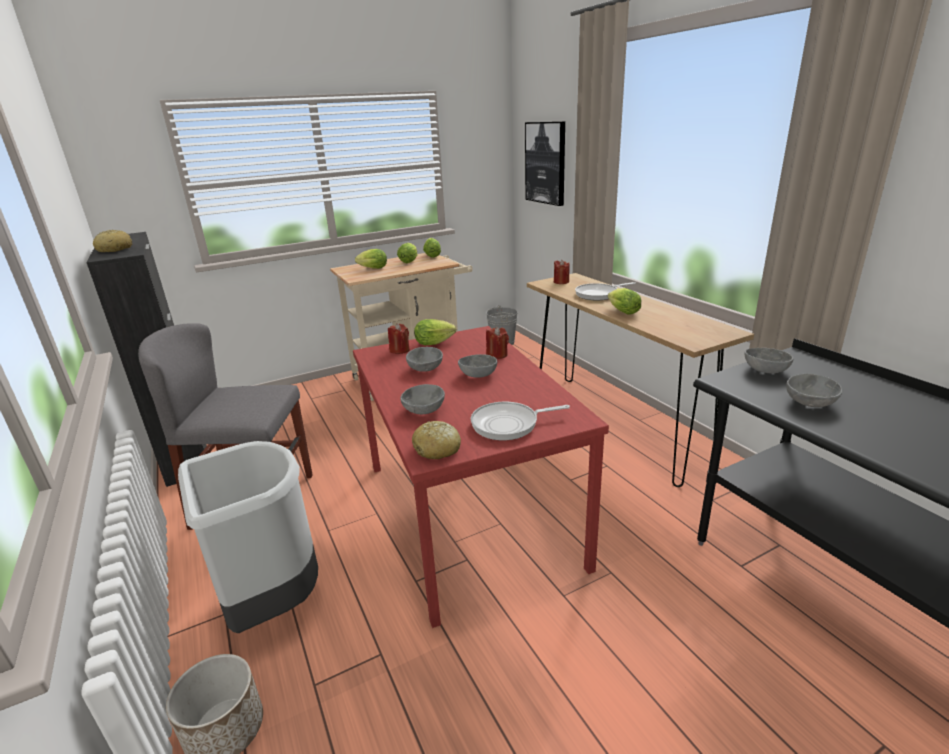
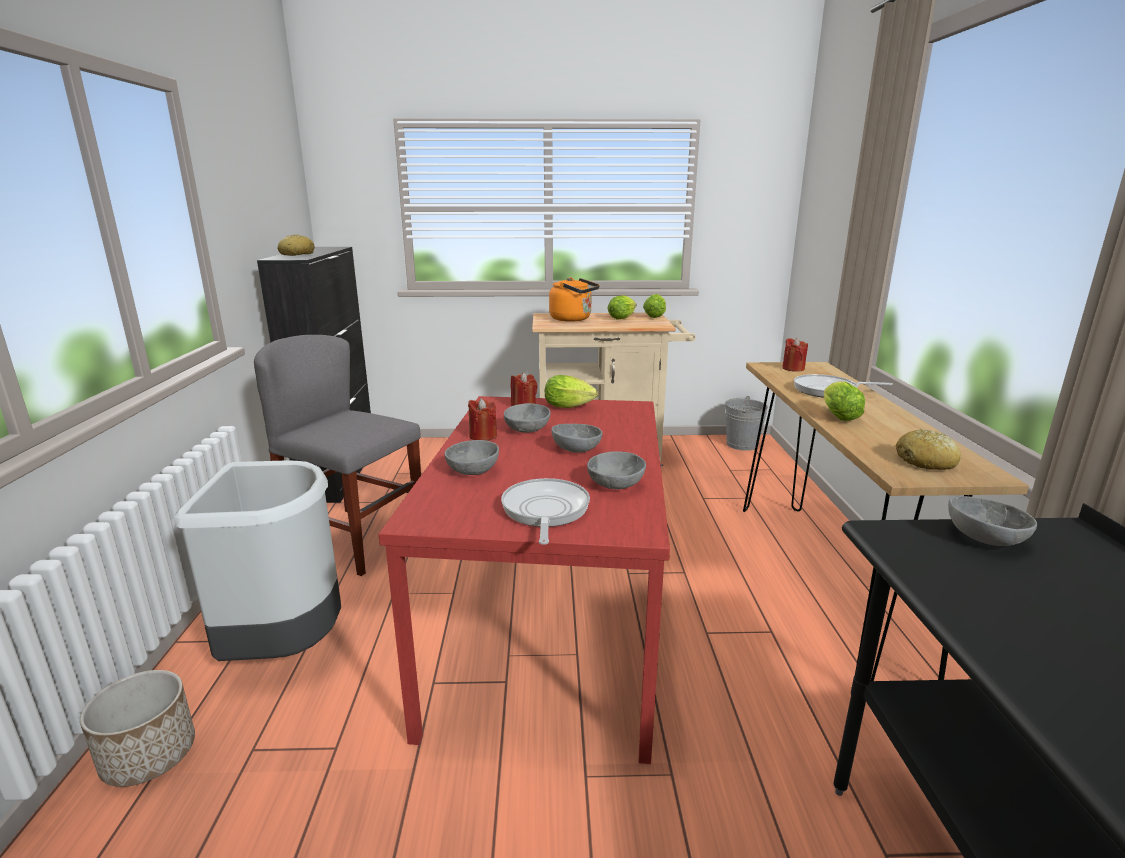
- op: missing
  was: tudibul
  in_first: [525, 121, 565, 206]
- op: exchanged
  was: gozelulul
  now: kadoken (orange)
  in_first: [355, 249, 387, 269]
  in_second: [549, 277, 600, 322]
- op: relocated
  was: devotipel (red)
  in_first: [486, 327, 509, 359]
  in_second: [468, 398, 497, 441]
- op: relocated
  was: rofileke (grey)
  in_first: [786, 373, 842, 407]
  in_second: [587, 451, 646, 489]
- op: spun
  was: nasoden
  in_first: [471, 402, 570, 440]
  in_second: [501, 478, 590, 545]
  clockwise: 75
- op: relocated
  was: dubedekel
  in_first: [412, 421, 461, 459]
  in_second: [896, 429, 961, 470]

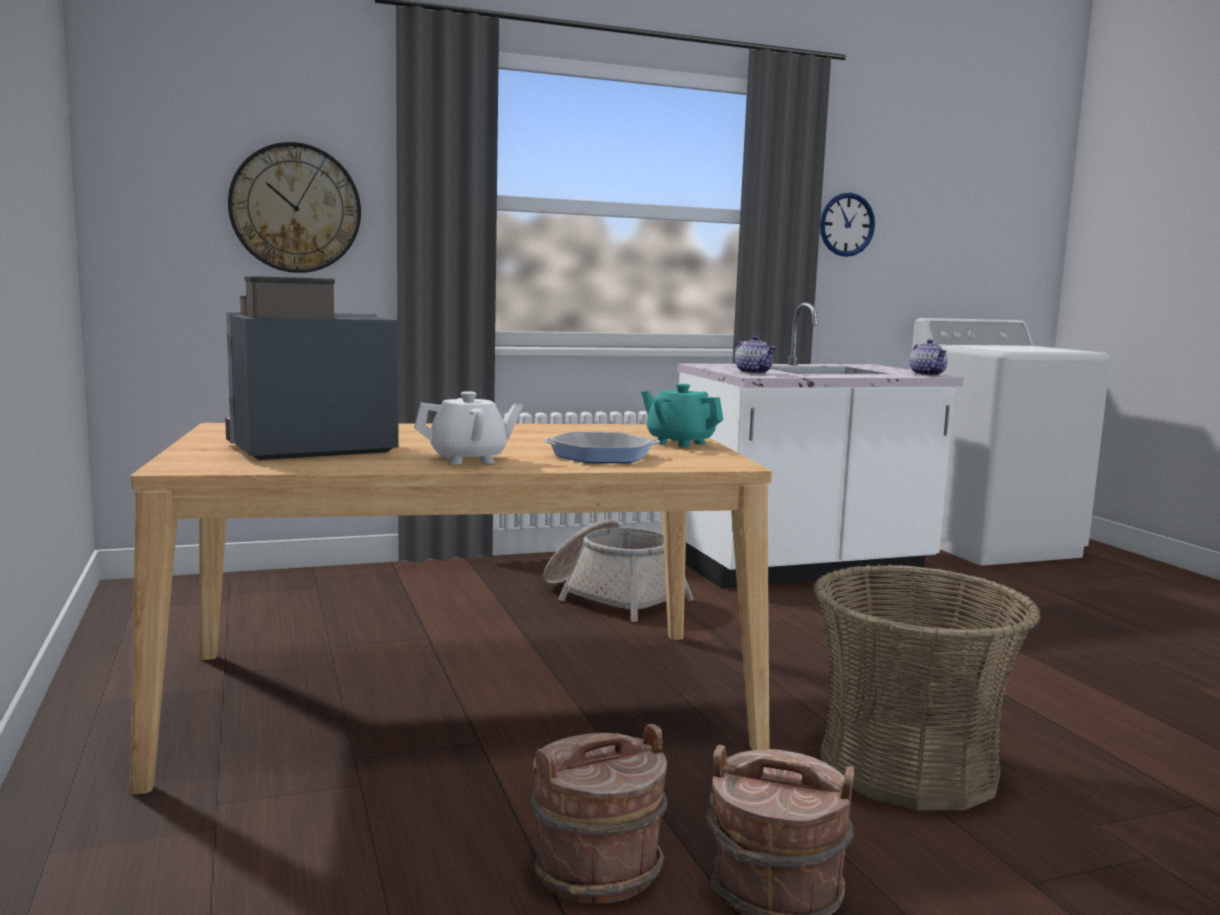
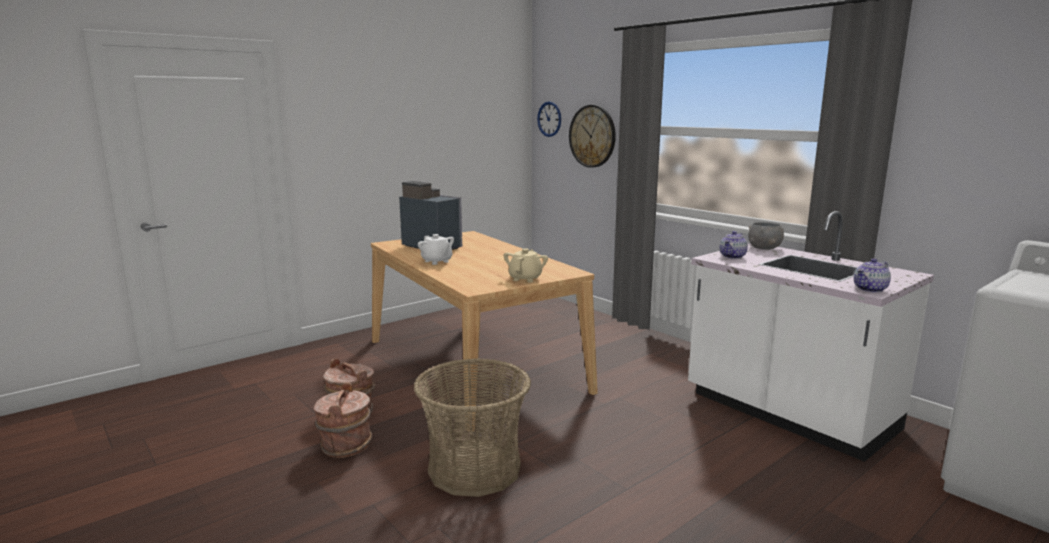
- op: relocated
  was: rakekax
  in_first: [820, 192, 875, 257]
  in_second: [537, 102, 561, 137]
- op: colour
  was: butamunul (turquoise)
  now: butamunul (beige)
  in_first: [641, 384, 723, 448]
  in_second: [504, 248, 548, 282]
- op: missing
  was: nasoden
  in_first: [543, 432, 660, 463]
- op: missing
  was: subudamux
  in_first: [543, 519, 694, 622]
- op: appeared
  now: rofileke (grey)
  in_second: [748, 222, 784, 250]

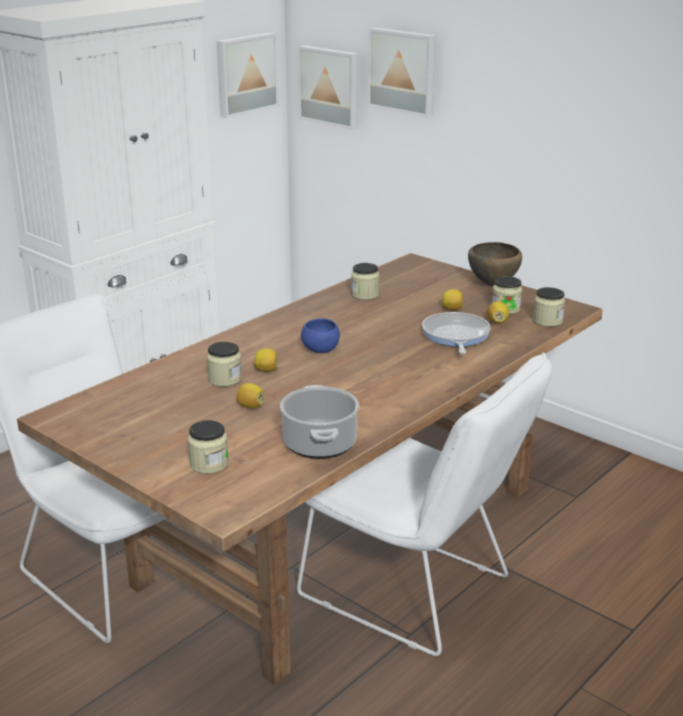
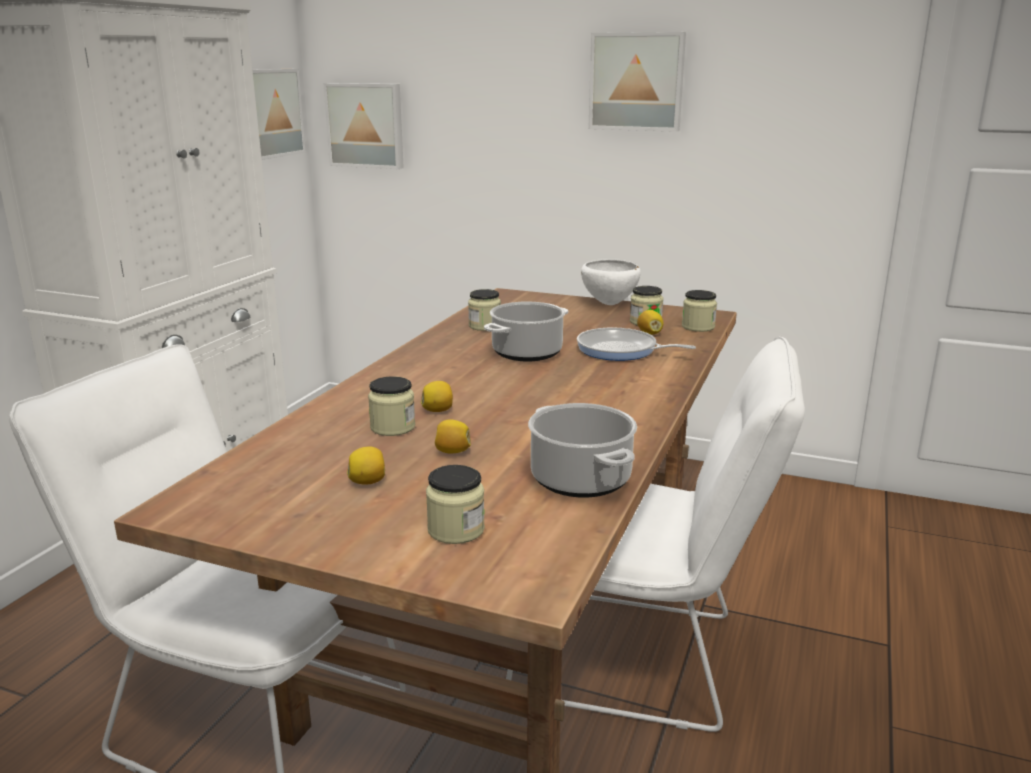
- op: relocated
  was: tudibul
  in_first: [368, 27, 437, 118]
  in_second: [588, 32, 686, 132]
- op: colour
  was: rofileke (brown)
  now: rofileke (white)
  in_first: [468, 242, 522, 286]
  in_second: [581, 259, 641, 305]
- op: relocated
  was: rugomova
  in_first: [441, 289, 463, 310]
  in_second: [347, 446, 385, 484]
- op: spun
  was: nasoden
  in_first: [422, 312, 490, 354]
  in_second: [577, 328, 696, 361]
  clockwise: -45
- op: missing
  was: rofileke (blue)
  in_first: [301, 318, 340, 353]
- op: appeared
  now: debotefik
  in_second: [484, 302, 568, 362]

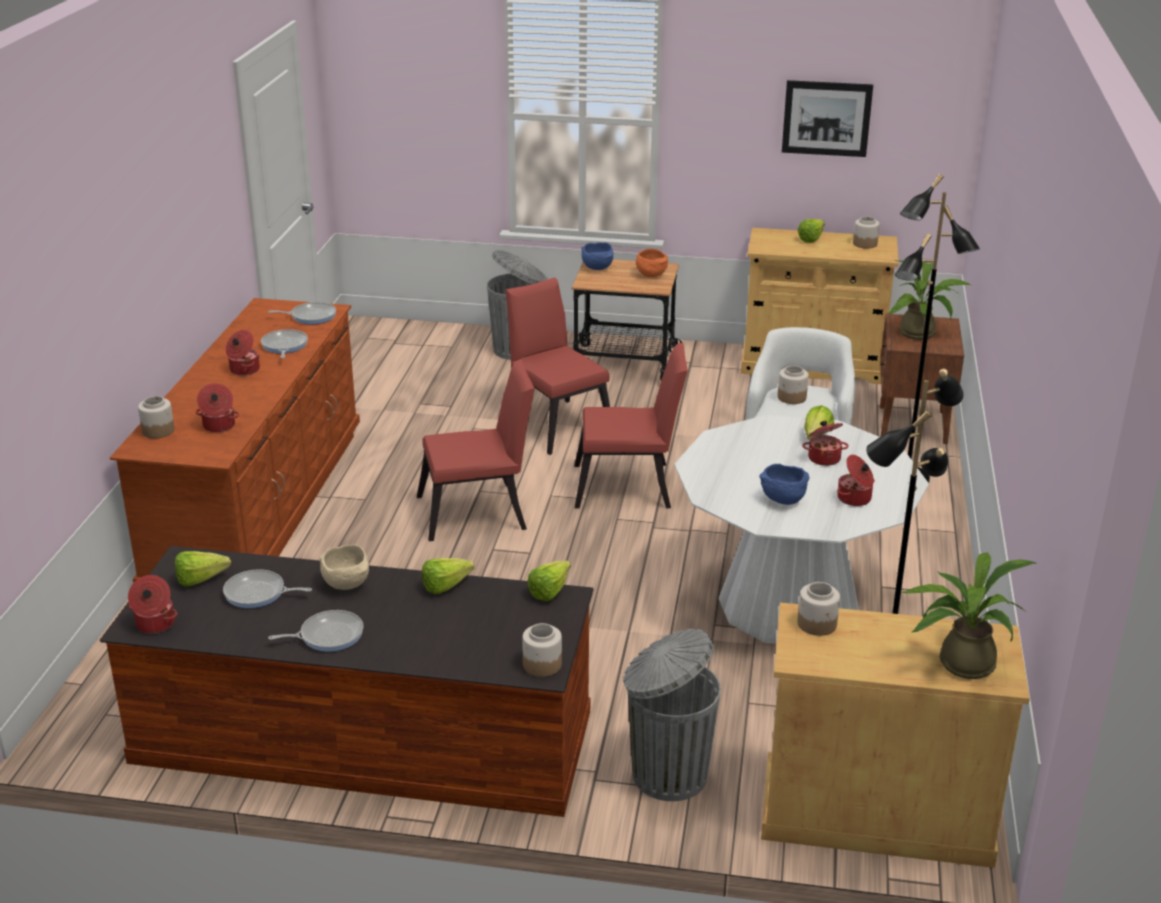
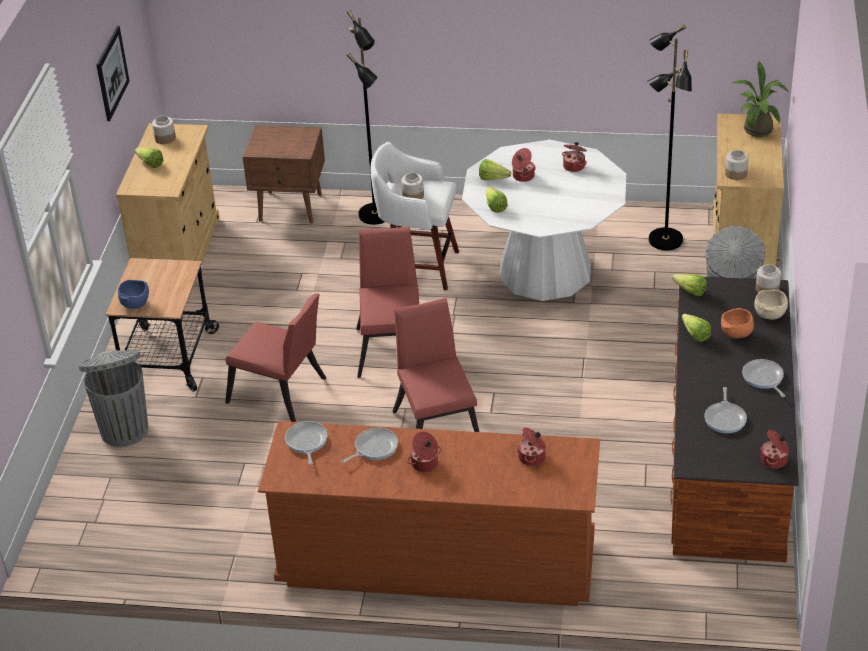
- op: relocated
  was: rofileke (orange)
  in_first: [636, 249, 668, 278]
  in_second: [721, 308, 754, 338]
- op: missing
  was: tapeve
  in_first: [888, 260, 971, 340]
- op: spun
  was: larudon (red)
  in_first: [506, 277, 610, 455]
  in_second: [225, 293, 326, 422]
  clockwise: -120
- op: spun
  was: nasoden
  in_first: [261, 329, 308, 358]
  in_second: [342, 428, 398, 463]
  clockwise: 150
- op: missing
  was: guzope
  in_first: [138, 396, 174, 438]
- op: missing
  was: rofileke (blue)
  in_first: [759, 464, 810, 505]
- op: relocated
  was: rofileke (beige)
  in_first: [320, 545, 369, 590]
  in_second: [754, 290, 788, 320]
- op: relocated
  was: gozelulul
  in_first: [175, 551, 231, 586]
  in_second: [486, 187, 508, 213]

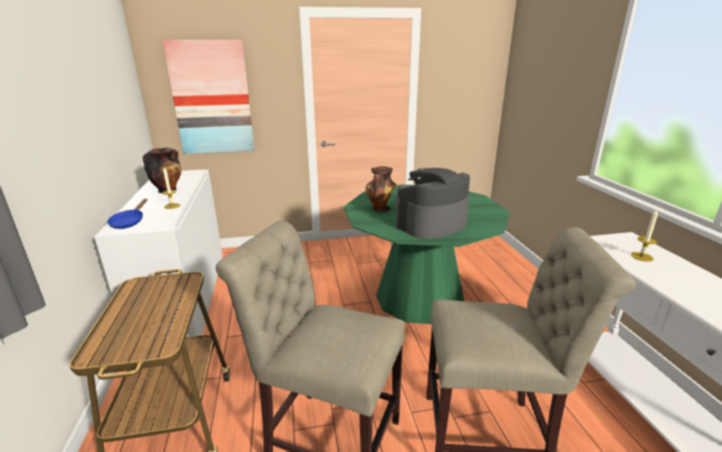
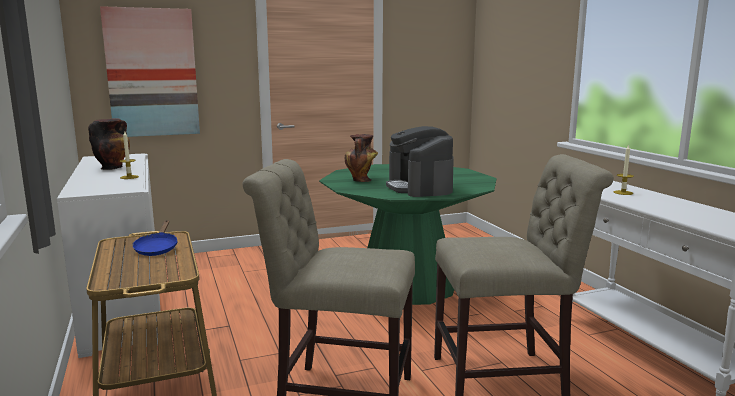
- op: spun
  was: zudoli
  in_first: [396, 168, 470, 239]
  in_second: [386, 126, 454, 197]
  clockwise: -60
- op: relocated
  was: nasoden (blue)
  in_first: [107, 199, 147, 229]
  in_second: [133, 220, 178, 256]

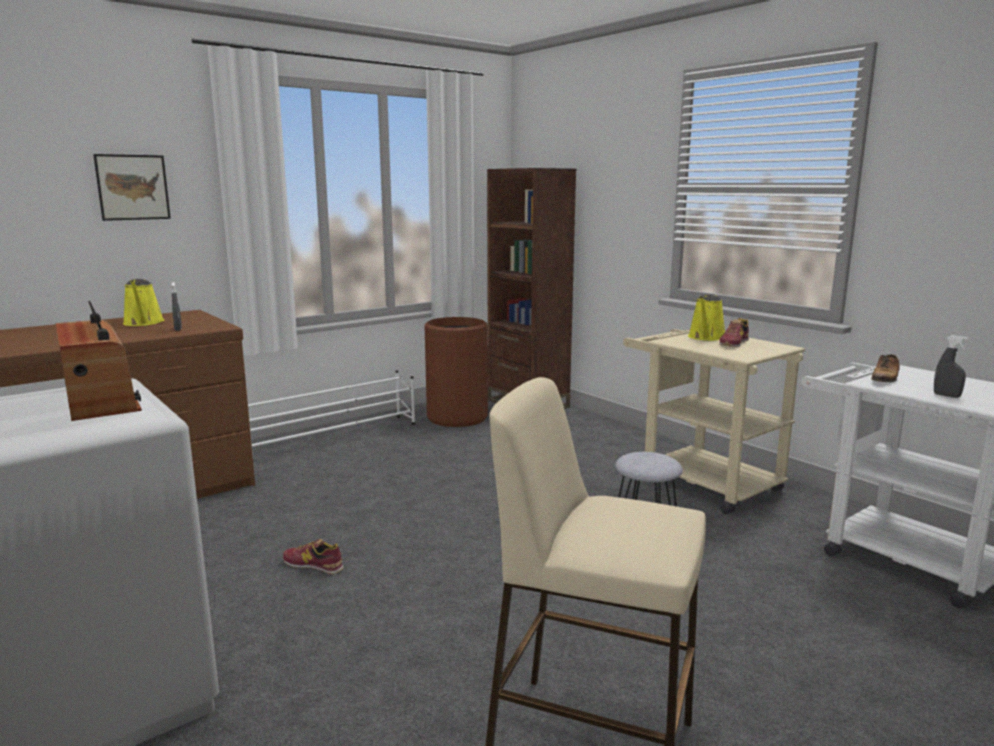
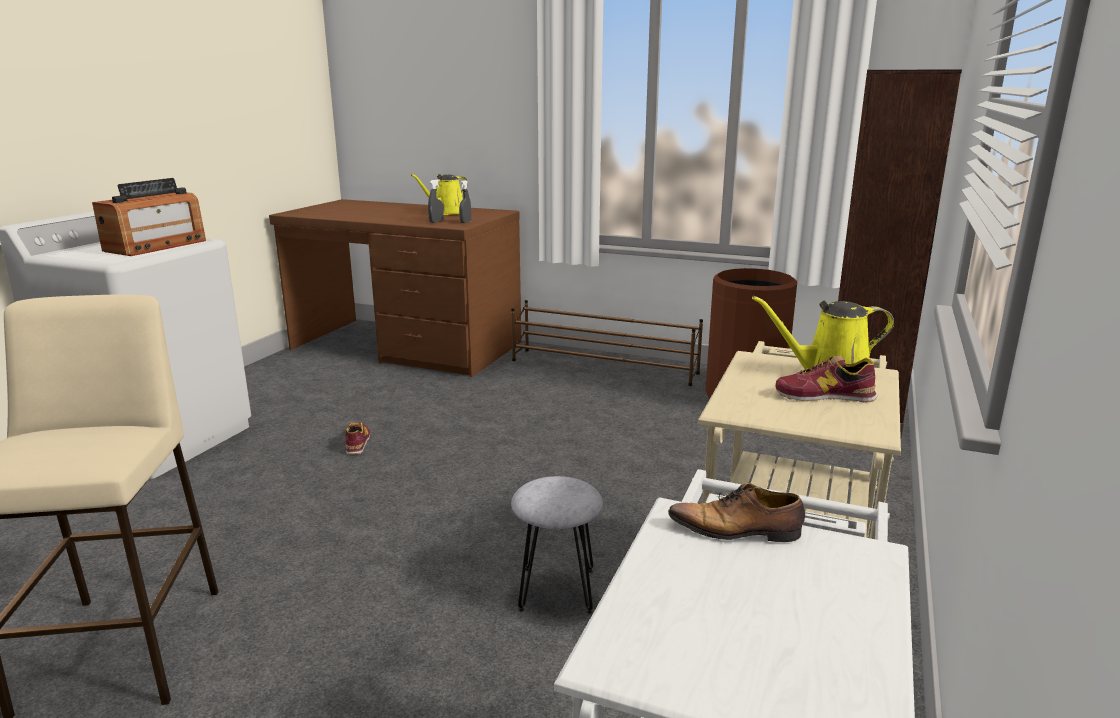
- op: missing
  was: tudibul
  in_first: [93, 154, 171, 221]
- op: relocated
  was: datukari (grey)
  in_first: [934, 335, 969, 398]
  in_second: [459, 180, 471, 223]
- op: colour
  was: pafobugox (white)
  now: pafobugox (brown)
  in_first: [248, 370, 415, 462]
  in_second: [511, 300, 703, 386]

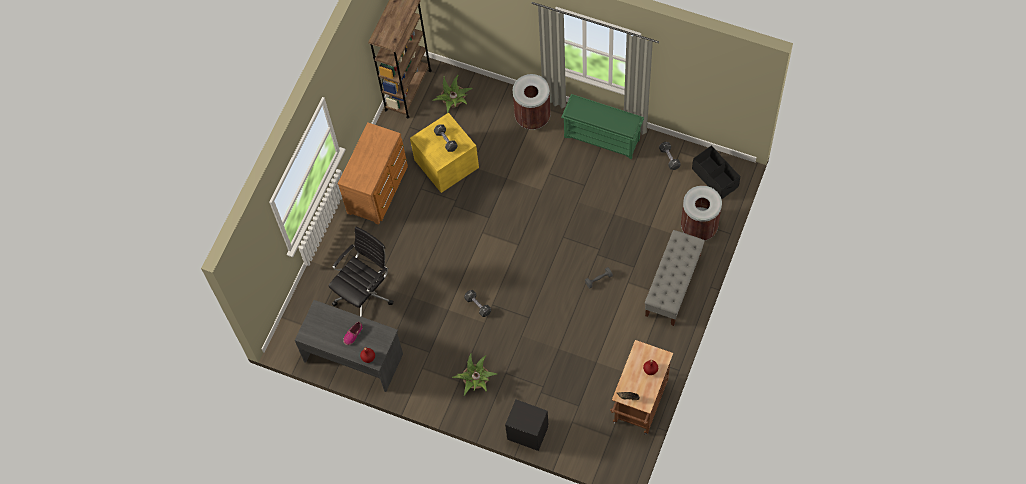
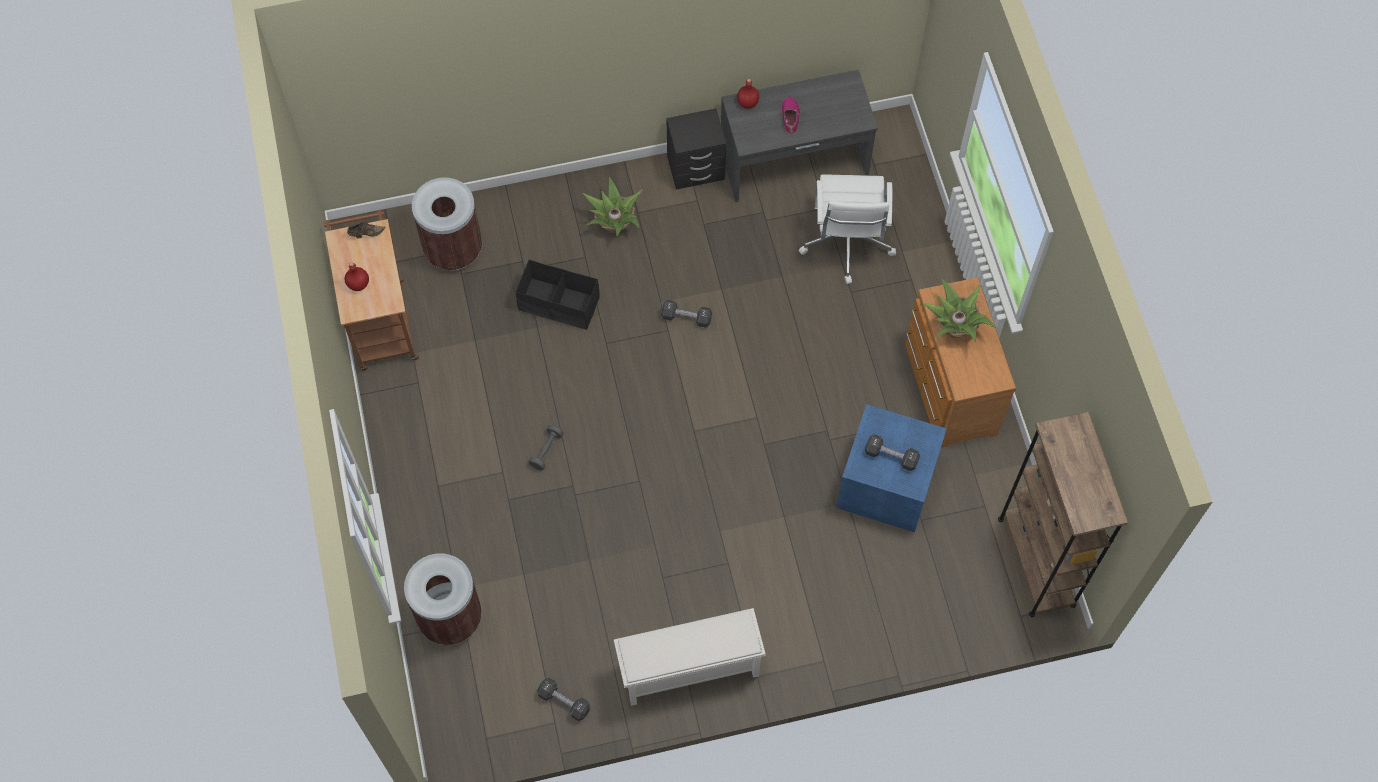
- op: relocated
  was: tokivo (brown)
  in_first: [513, 74, 551, 130]
  in_second: [412, 177, 482, 271]
- op: relocated
  was: tapeve
  in_first: [432, 75, 473, 113]
  in_second: [922, 279, 995, 342]
- op: colour
  was: pafobugox (green)
  now: pafobugox (white)
  in_first: [561, 94, 644, 159]
  in_second: [614, 608, 766, 706]
- op: colour
  was: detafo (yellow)
  now: detafo (blue)
  in_first: [410, 112, 479, 193]
  in_second: [836, 404, 947, 533]
- op: relocated
  was: detafo (black)
  in_first: [692, 145, 740, 199]
  in_second: [516, 260, 600, 330]
- op: colour
  was: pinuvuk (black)
  now: pinuvuk (white)
  in_first: [328, 227, 393, 317]
  in_second: [799, 174, 896, 284]
- op: missing
  was: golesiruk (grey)
  in_first: [645, 230, 705, 326]
- op: relocated
  was: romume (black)
  in_first: [505, 400, 548, 451]
  in_second: [666, 108, 726, 190]

